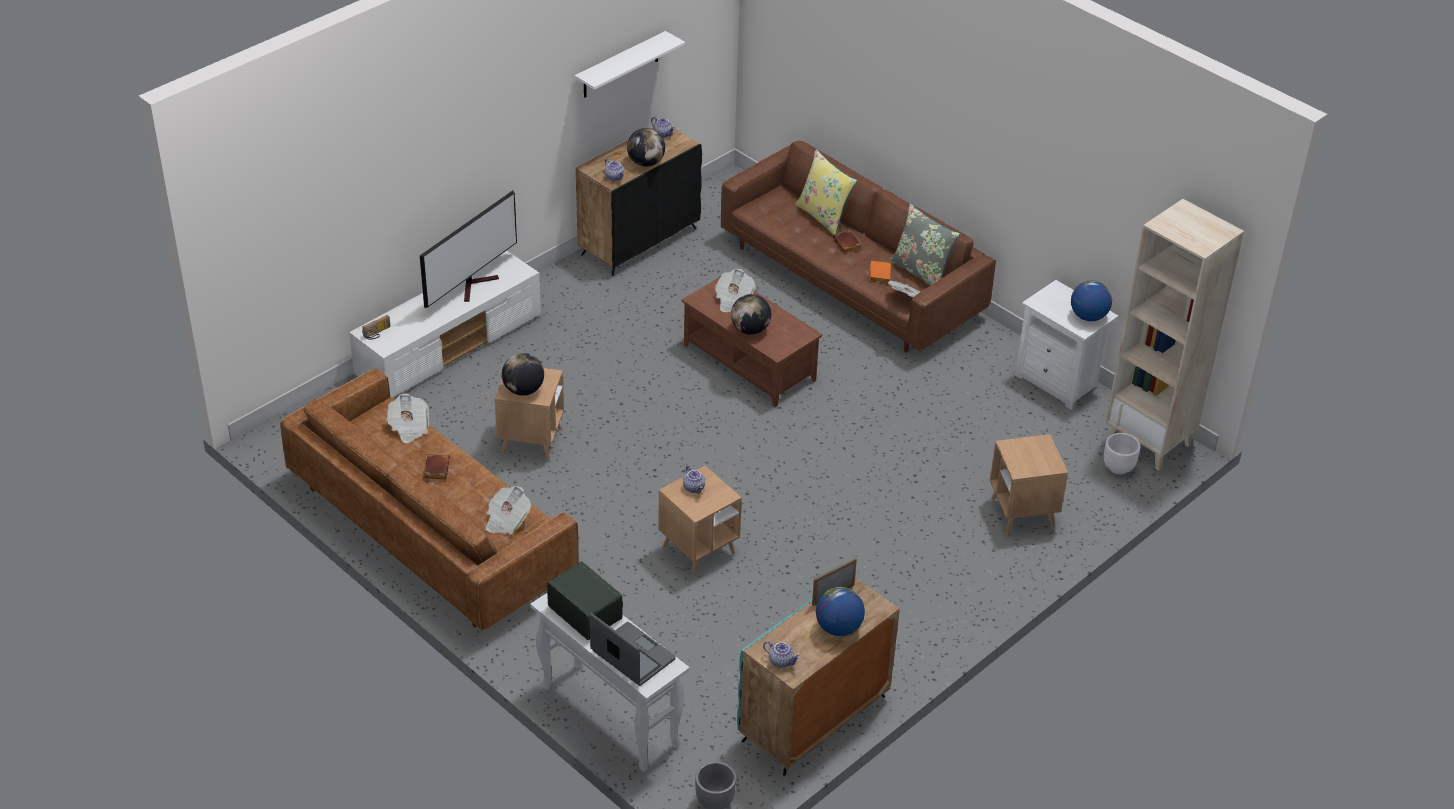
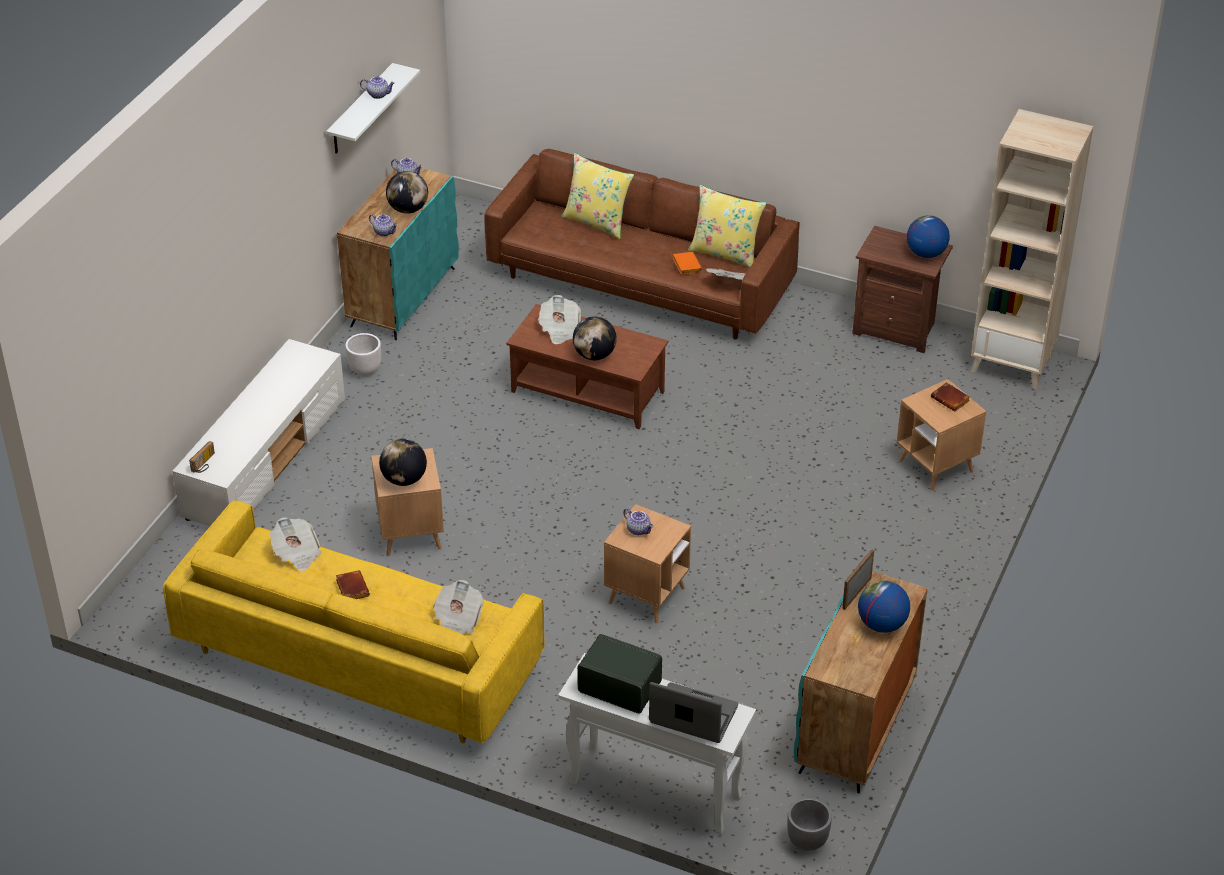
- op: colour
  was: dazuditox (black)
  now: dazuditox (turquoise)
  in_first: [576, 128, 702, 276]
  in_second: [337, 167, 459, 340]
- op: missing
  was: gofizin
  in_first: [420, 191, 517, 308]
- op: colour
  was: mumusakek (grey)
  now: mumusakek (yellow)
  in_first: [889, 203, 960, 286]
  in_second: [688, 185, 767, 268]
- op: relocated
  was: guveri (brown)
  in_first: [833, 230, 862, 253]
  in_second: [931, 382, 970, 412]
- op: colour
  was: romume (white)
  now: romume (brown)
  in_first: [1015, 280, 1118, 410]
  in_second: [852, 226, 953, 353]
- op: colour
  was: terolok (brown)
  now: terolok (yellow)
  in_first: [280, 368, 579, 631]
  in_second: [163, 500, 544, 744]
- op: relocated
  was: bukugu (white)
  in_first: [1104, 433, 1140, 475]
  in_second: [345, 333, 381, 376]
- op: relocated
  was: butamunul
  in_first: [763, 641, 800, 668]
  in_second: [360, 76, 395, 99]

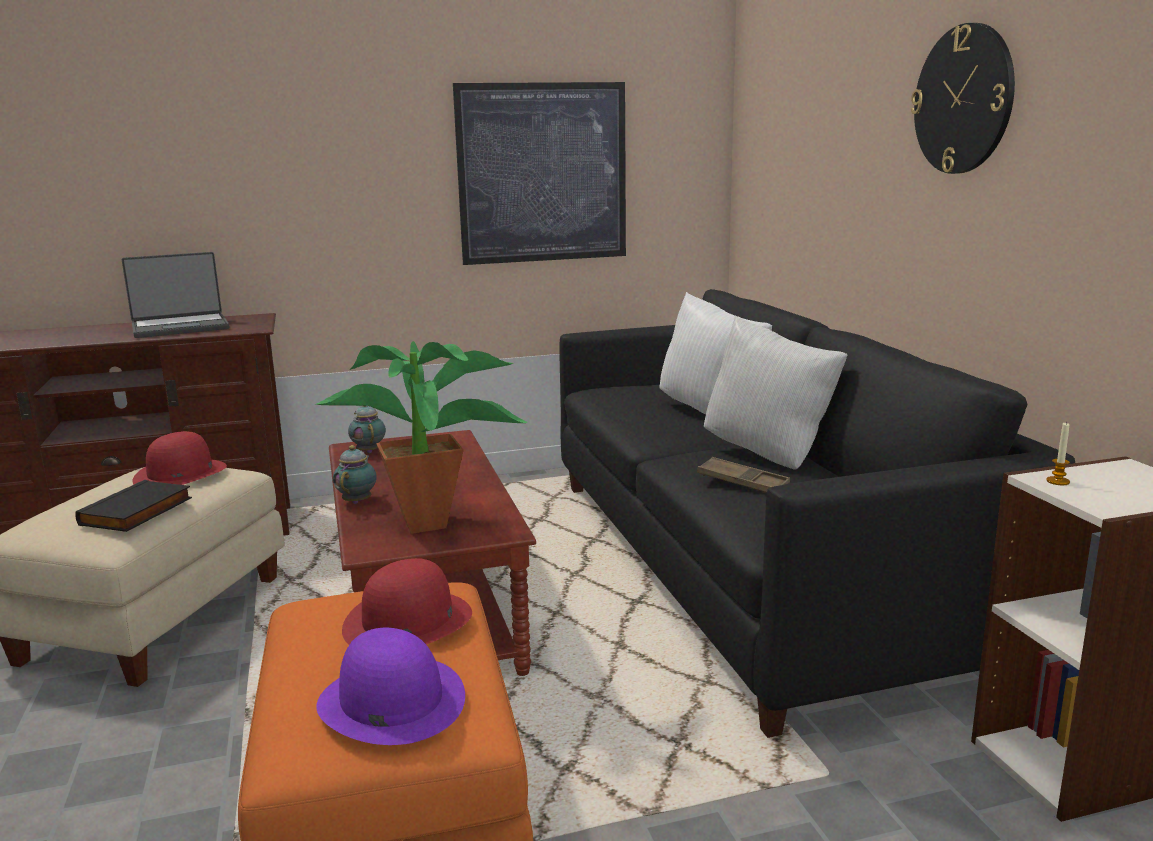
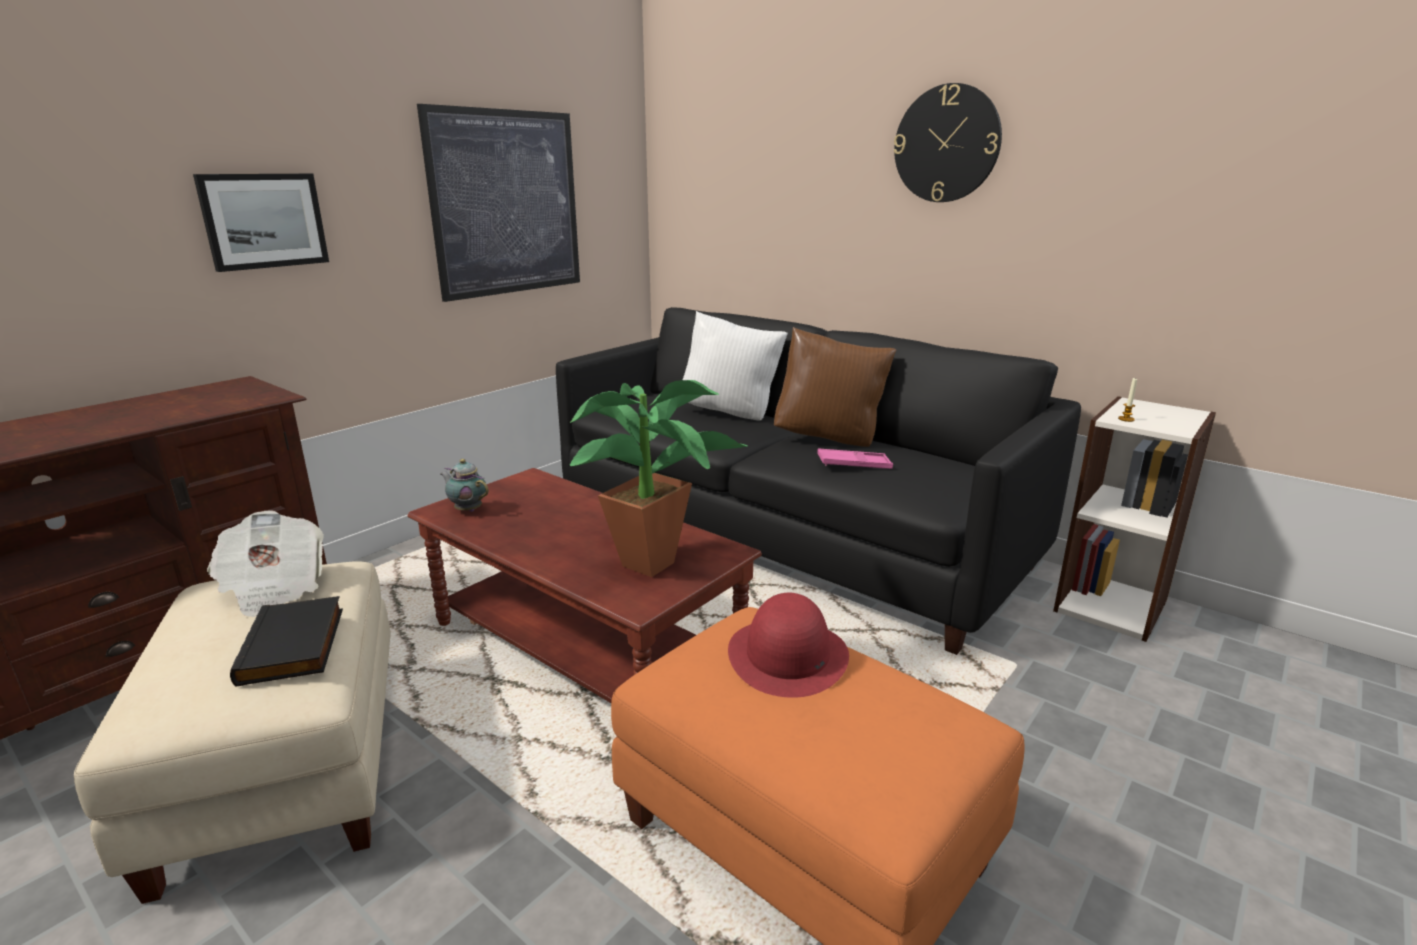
- op: missing
  was: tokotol
  in_first: [122, 252, 229, 338]
- op: colour
  was: mumusakek (white)
  now: mumusakek (brown)
  in_first: [704, 316, 848, 470]
  in_second: [774, 327, 896, 447]
- op: exchanged
  was: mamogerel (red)
  now: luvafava
  in_first: [132, 431, 227, 485]
  in_second: [207, 511, 324, 617]
- op: missing
  was: butamunul
  in_first: [333, 445, 377, 504]
- op: colour
  was: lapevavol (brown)
  now: lapevavol (pink)
  in_first: [697, 457, 790, 493]
  in_second: [817, 448, 893, 469]
- op: missing
  was: mamogerel (purple)
  in_first: [316, 628, 465, 745]
- op: appeared
  now: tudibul
  in_second: [193, 173, 329, 272]

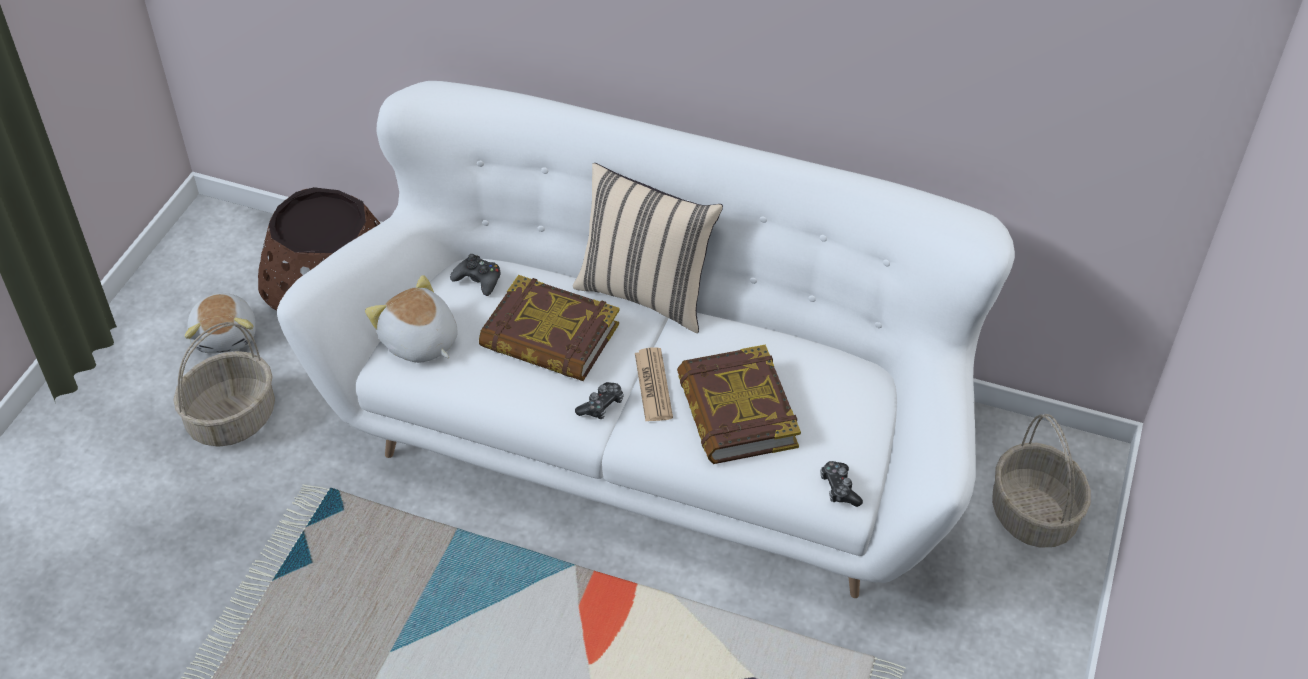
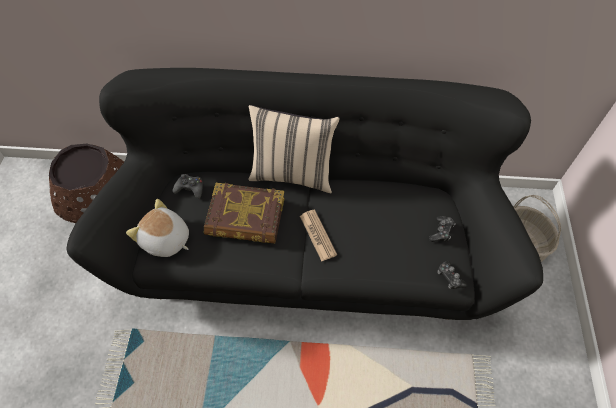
- op: colour
  was: terolok (white)
  now: terolok (black)
  in_first: [277, 81, 1015, 598]
  in_second: [66, 68, 543, 320]
- op: missing
  was: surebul
  in_first: [185, 293, 255, 354]
- op: missing
  was: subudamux
  in_first: [173, 322, 275, 447]
- op: missing
  was: guveri
  in_first: [677, 344, 801, 464]
- op: relocated
  was: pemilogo
  in_first: [575, 382, 624, 419]
  in_second: [429, 216, 455, 242]

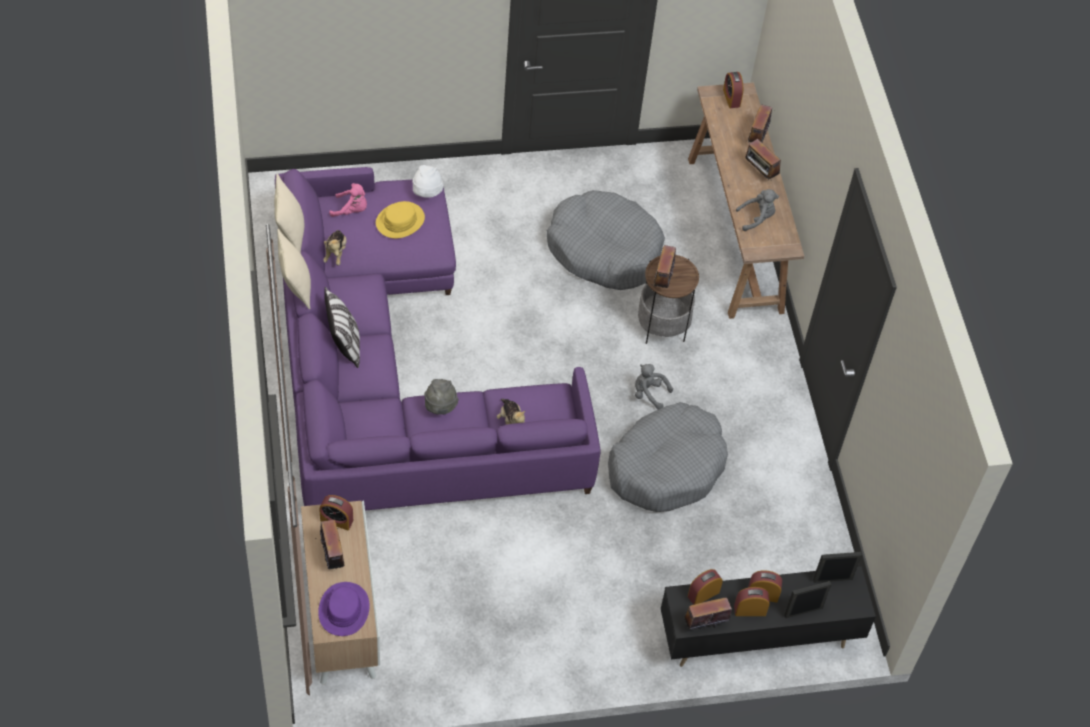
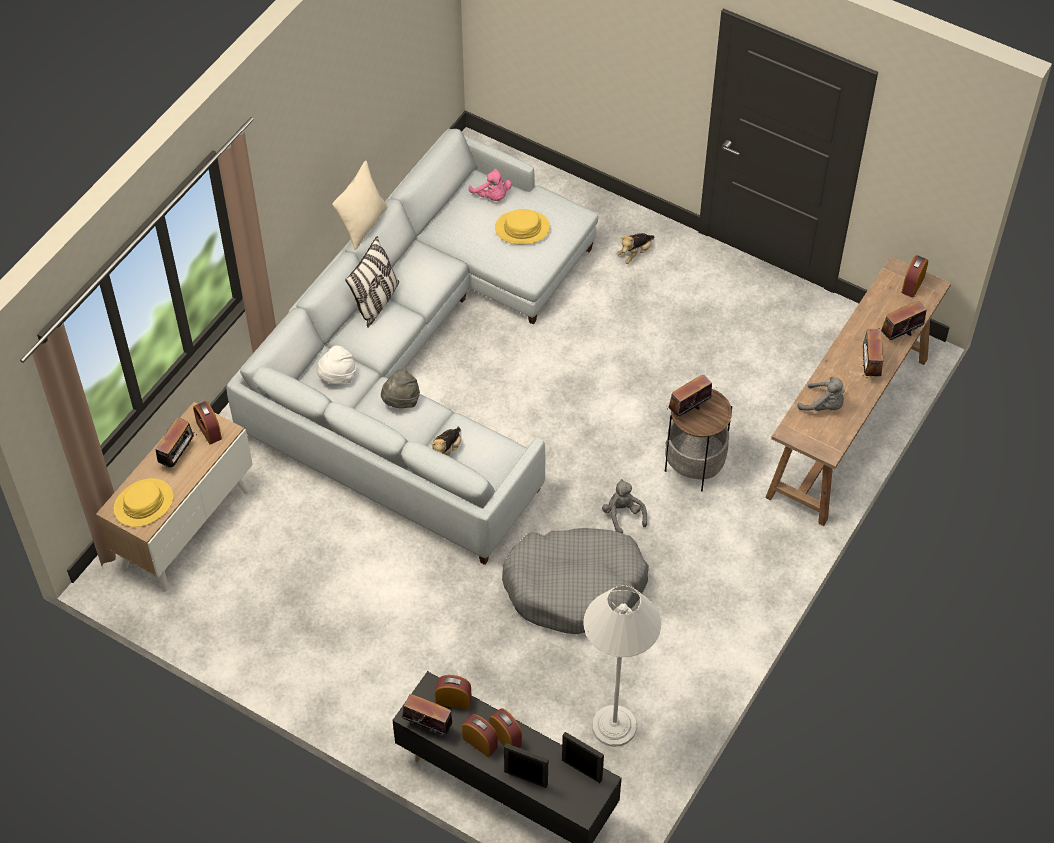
- op: relocated
  was: mamogerel (white)
  in_first: [412, 165, 444, 198]
  in_second: [317, 345, 356, 384]
- op: colour
  was: terolok (purple)
  now: terolok (grey)
  in_first: [275, 167, 600, 511]
  in_second: [227, 129, 598, 565]
- op: missing
  was: mumusakek (beige)
  in_first: [274, 174, 304, 254]
- op: missing
  was: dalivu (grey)
  in_first: [547, 190, 665, 290]
- op: relocated
  was: surebul
  in_first: [323, 230, 347, 265]
  in_second: [617, 233, 655, 264]
- op: colour
  was: mamogerel (purple)
  now: mamogerel (yellow)
  in_first: [318, 582, 370, 636]
  in_second: [114, 478, 173, 527]
- op: appeared
  now: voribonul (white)
  in_second: [583, 585, 661, 747]

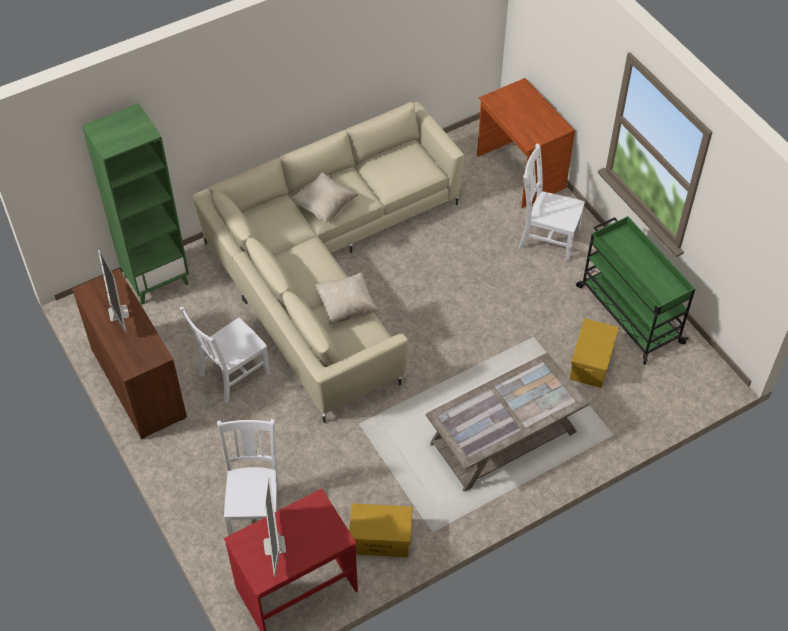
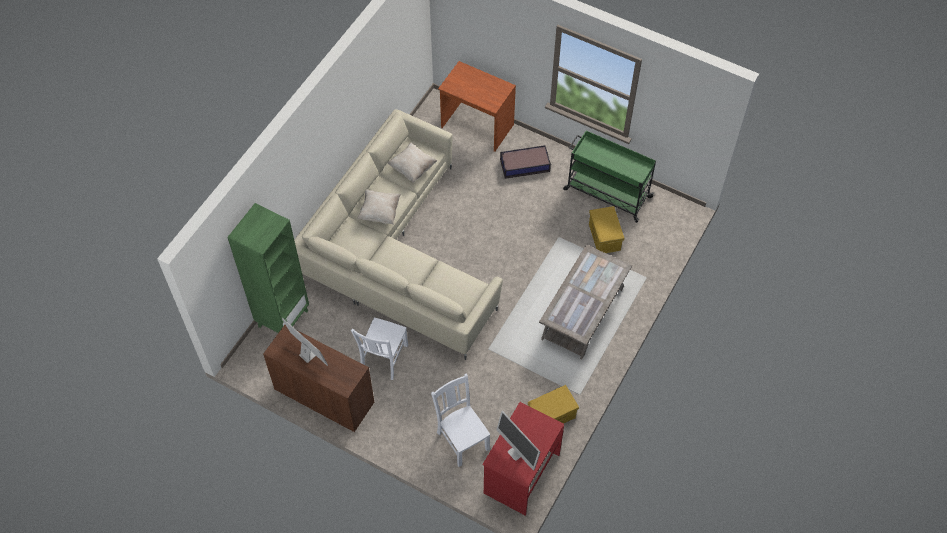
- op: exchanged
  was: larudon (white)
  now: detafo
  in_first: [519, 143, 585, 261]
  in_second: [500, 145, 551, 179]
- op: relocated
  was: mumusakek (beige)
  in_first: [315, 273, 379, 325]
  in_second: [388, 143, 437, 183]

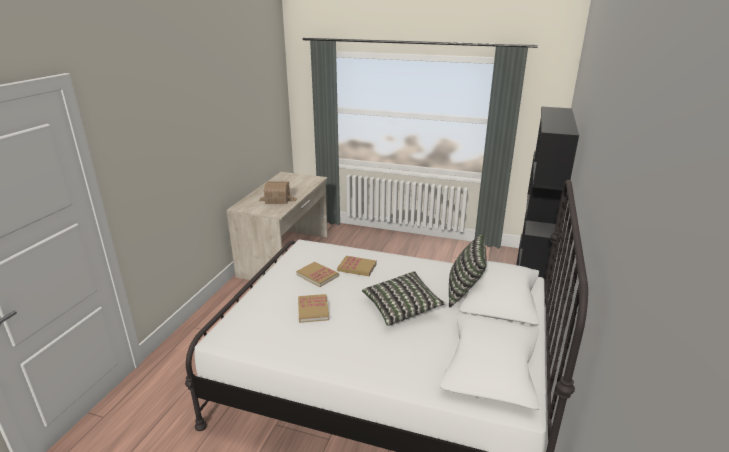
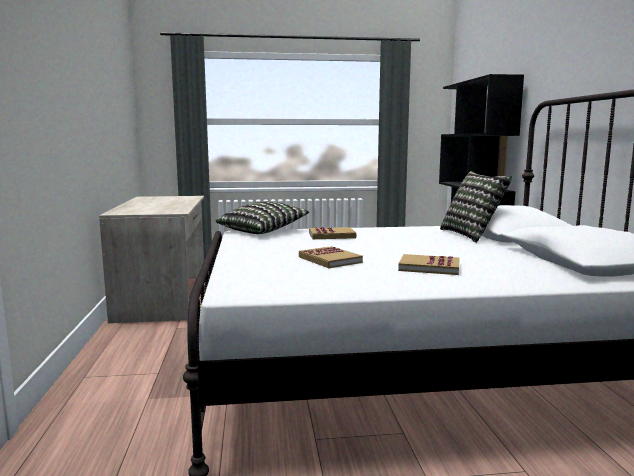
- op: missing
  was: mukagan
  in_first: [259, 181, 297, 204]
- op: relocated
  was: guveri
  in_first: [296, 262, 339, 287]
  in_second: [398, 254, 460, 275]
- op: relocated
  was: mumusakek
  in_first: [362, 271, 445, 326]
  in_second: [216, 201, 309, 234]

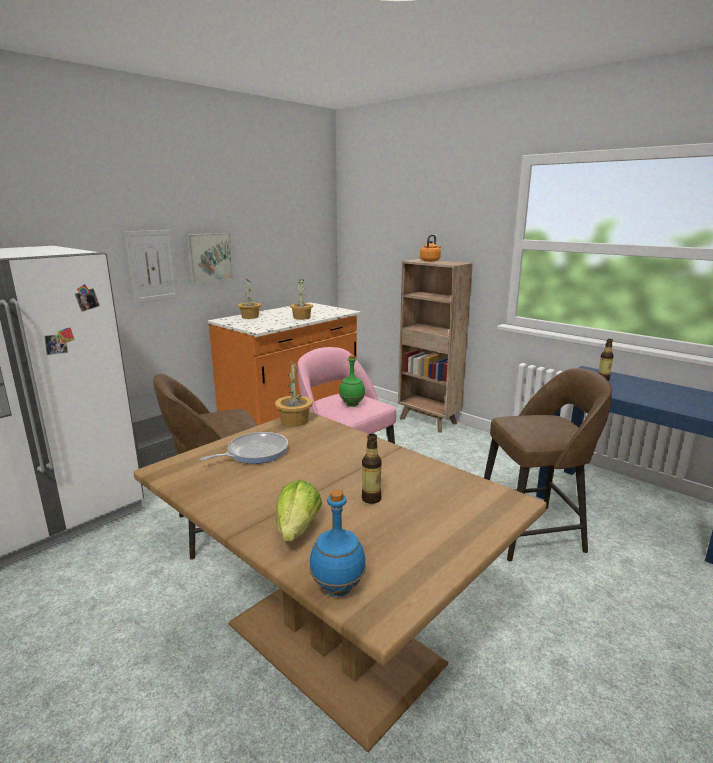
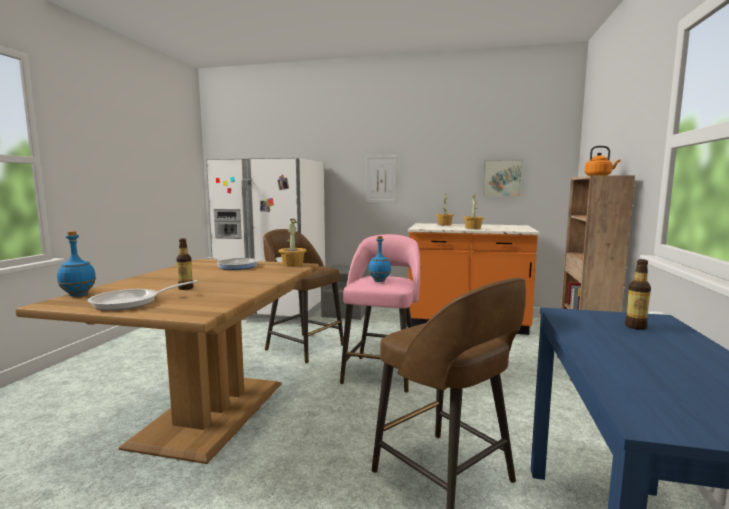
- op: relocated
  was: tudibul
  in_first: [186, 233, 233, 284]
  in_second: [482, 160, 523, 197]
- op: colour
  was: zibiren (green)
  now: zibiren (blue)
  in_first: [339, 355, 365, 407]
  in_second: [368, 236, 391, 282]
- op: missing
  was: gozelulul
  in_first: [276, 480, 322, 541]
- op: appeared
  now: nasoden
  in_second: [88, 280, 198, 311]

